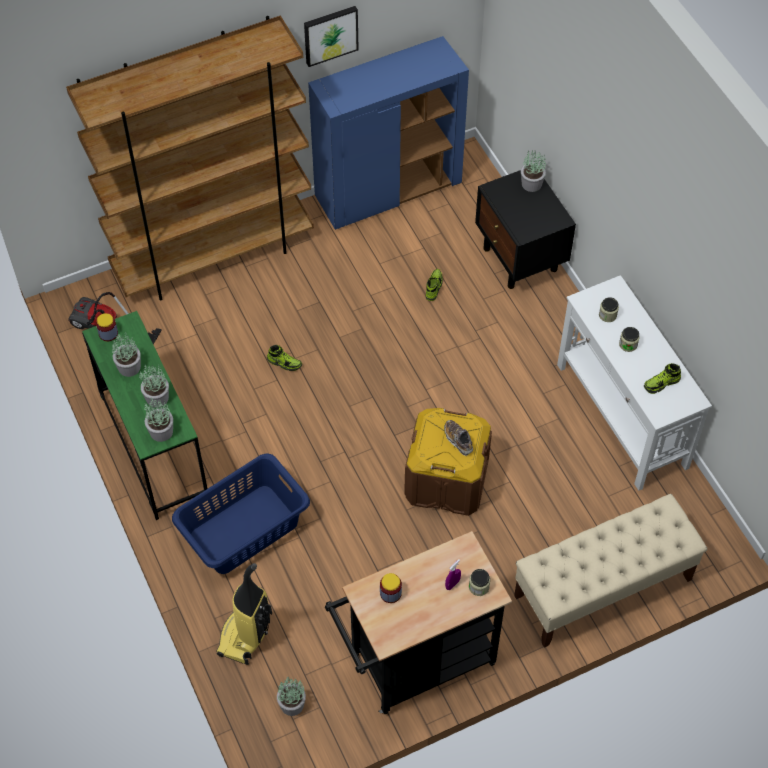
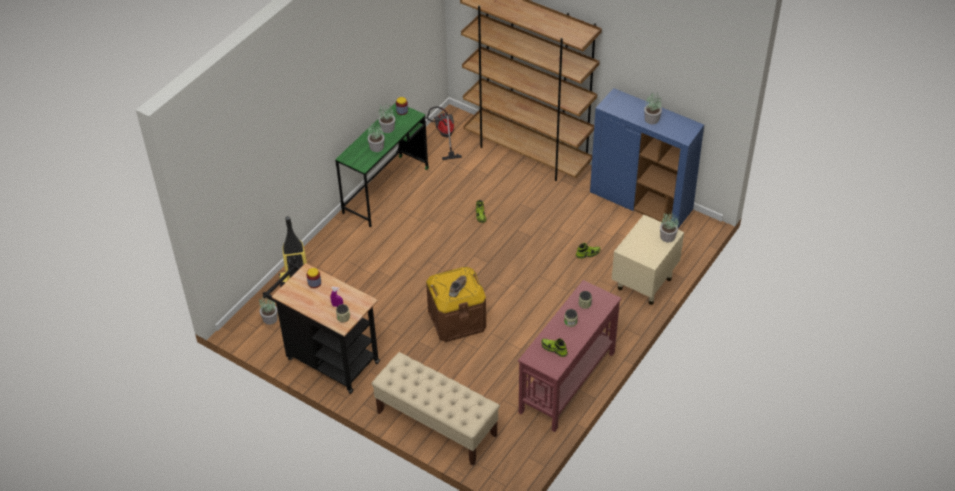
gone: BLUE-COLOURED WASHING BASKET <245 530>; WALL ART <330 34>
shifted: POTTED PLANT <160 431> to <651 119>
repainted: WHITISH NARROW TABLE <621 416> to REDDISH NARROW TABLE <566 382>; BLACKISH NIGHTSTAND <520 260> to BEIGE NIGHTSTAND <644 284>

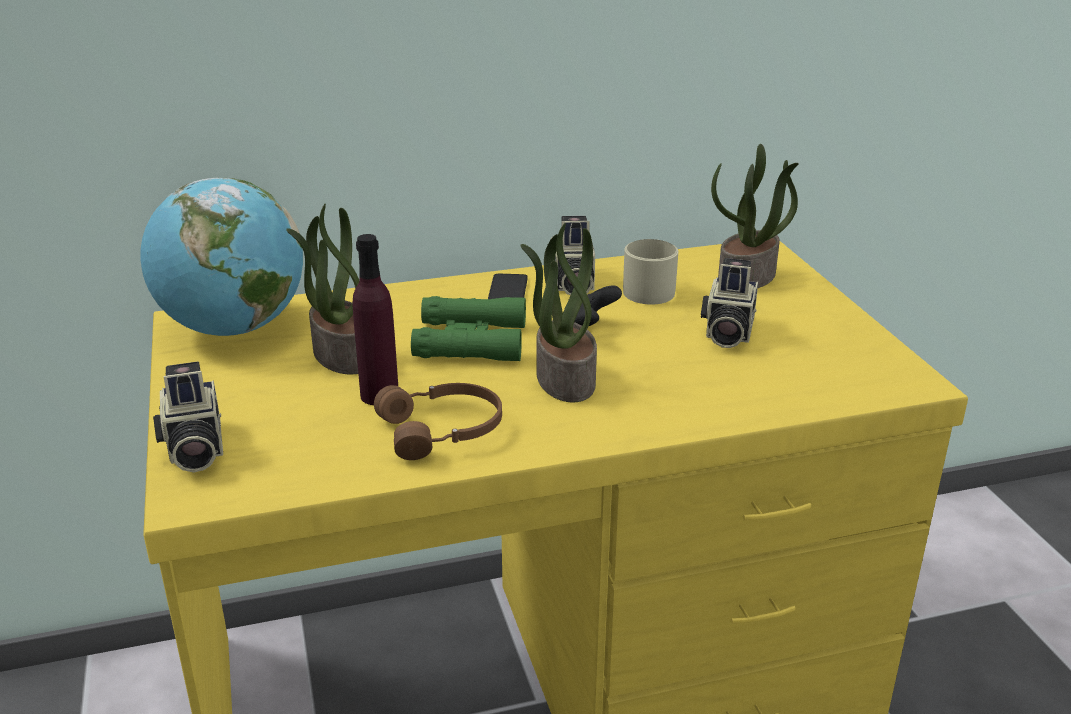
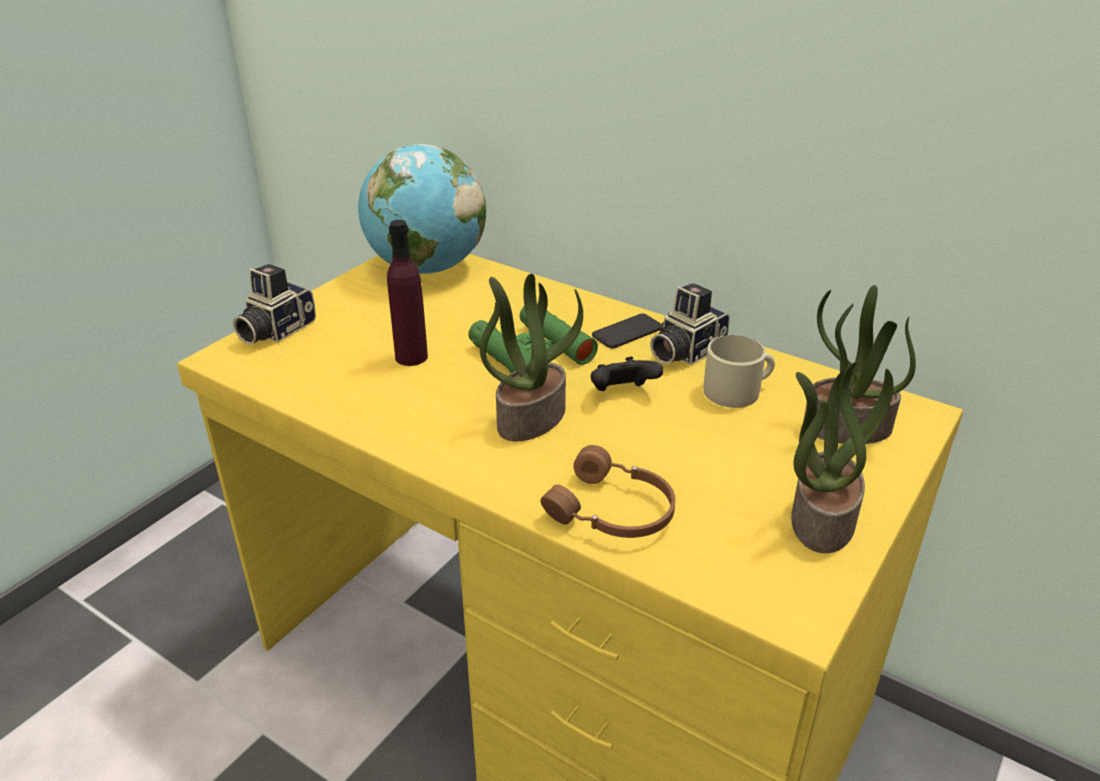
gone: STILL CAMERA <726 332>
shifted: BROWN-COLOURED HEADPHONES <443 431> to <612 512>; POTTED PLANT <341 355> to <821 518>

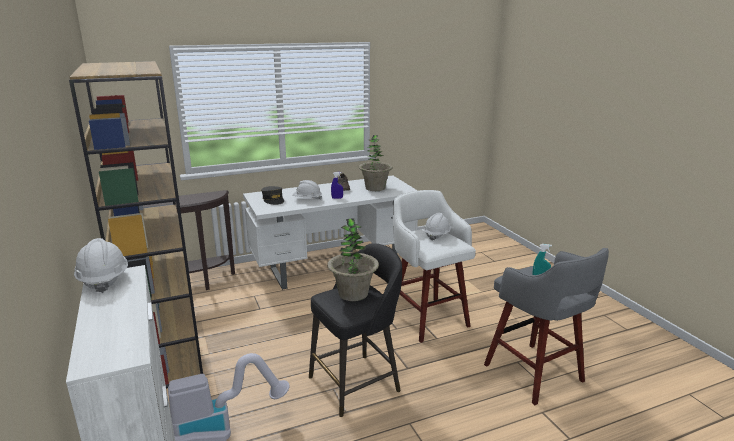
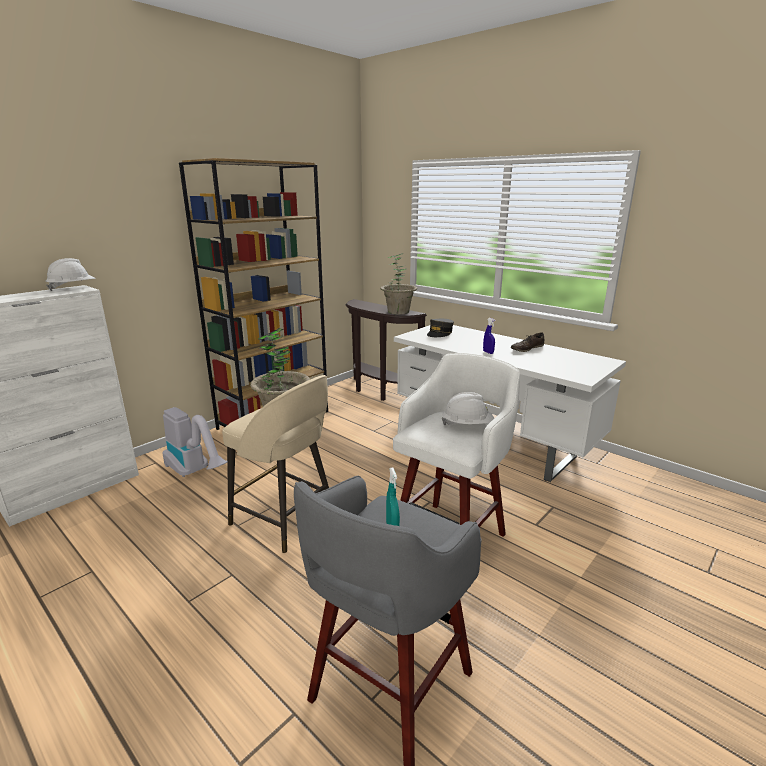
gone: WHITISH HARD HAT <307 199>
shifted: POTTED PLANT <375 188> to <398 311>
repainted: BLACKISH STOOL <356 383> to BEIGE STOOL <285 519>

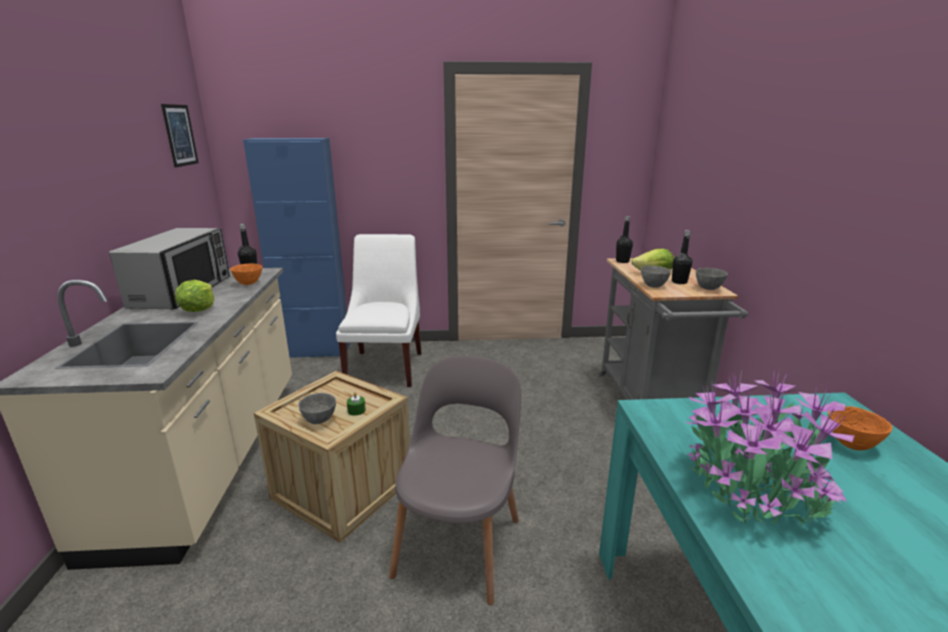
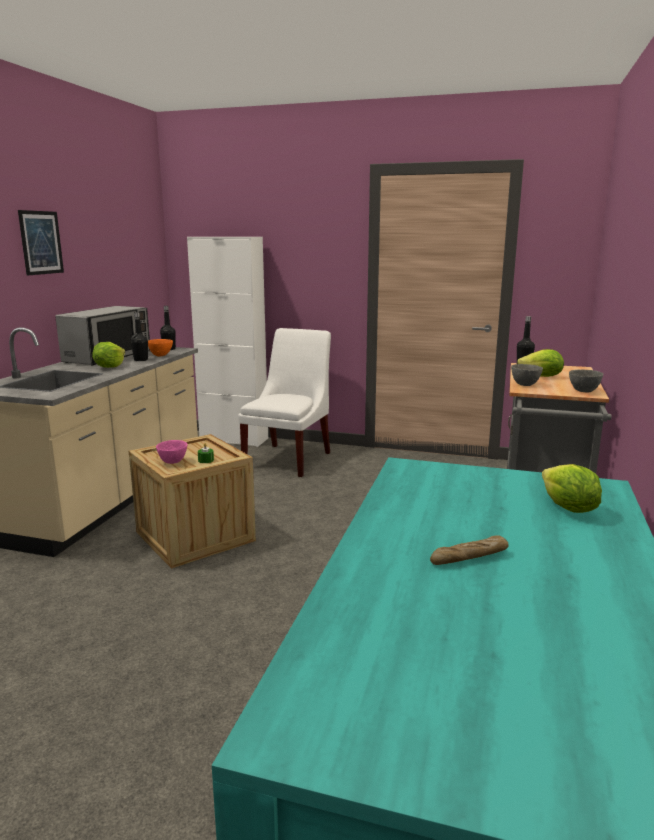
gone: GREY CHAIR <460 541>; POTTED PLANT <753 486>
new: BAKERY BREAD <469 558>
shifted: WALL ART <180 135> to <41 242>; BLACKISH DRINK BOTTLE <679 282> to <141 360>
swapped: ORANGEY DEEP DISH <851 445> to HEAD OF LETTUCE <568 508>
repainted: GREY DEEP DISH <320 420> to PINK-COLOURED DEEP DISH <173 462>; BLUE-COLOURED CABINET <315 351> to WHITISH CABINET <234 439>

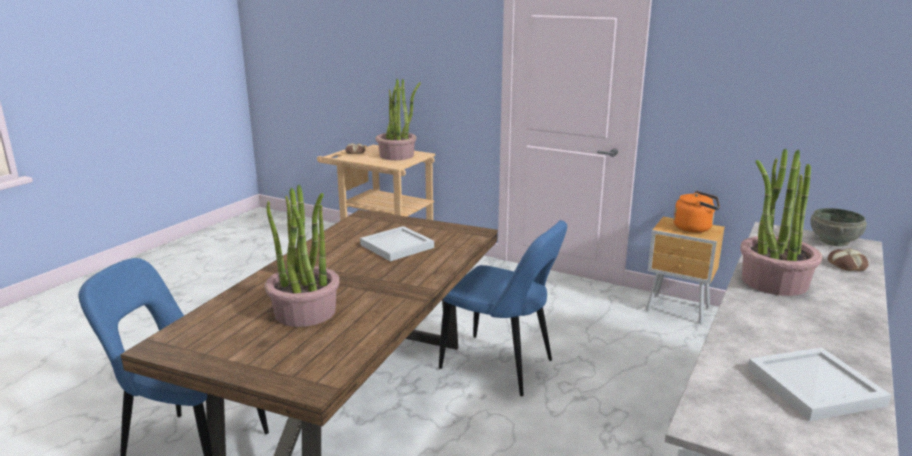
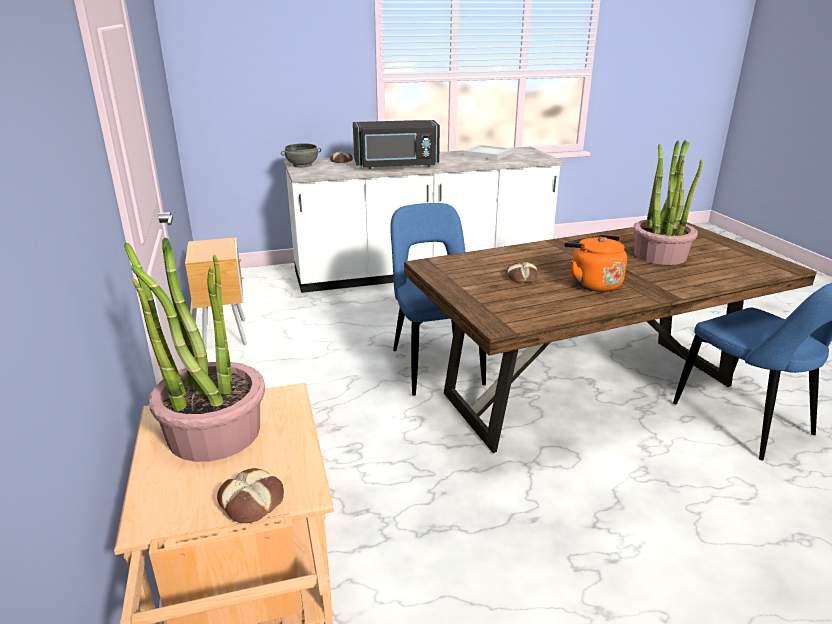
shifted: ORANGEY TEA KETTLE <695 228> to <592 283>
swapped: POTTED PLANT <773 282> to BLACKISH KITCHEN MICROWAVE <396 166>; WHITISH TRAY <397 245> to BAKERY BREAD <521 277>

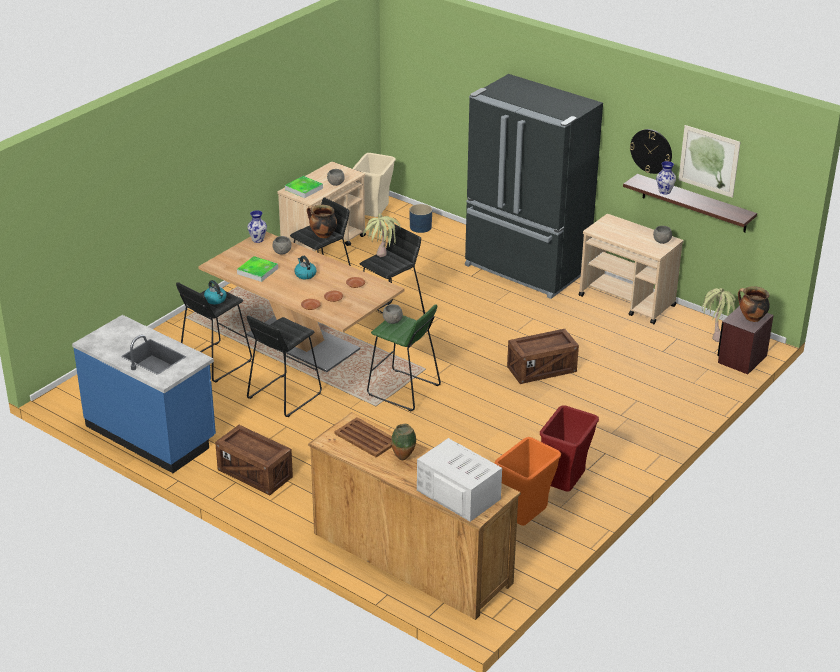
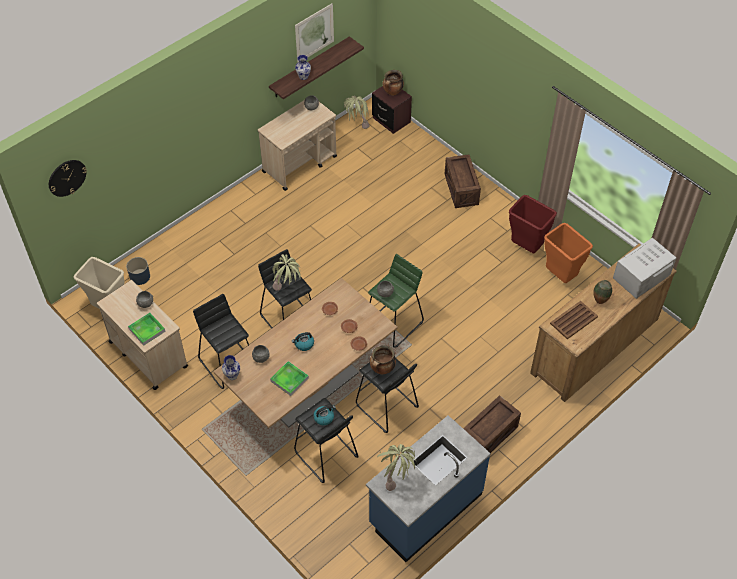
gone: BLACKISH KITCHEN FRIDGE <525 269>
new: POTTED PLANT <397 478>
shifted: CLOCK ON THE WALL <651 151> to <67 177>; COOKING POT <322 235> to <382 369>; CRATE <541 370> to <461 189>

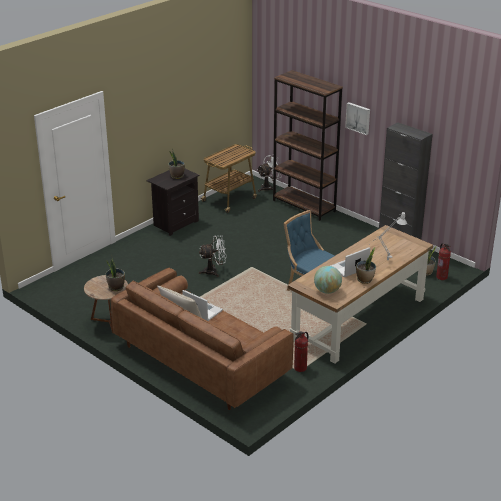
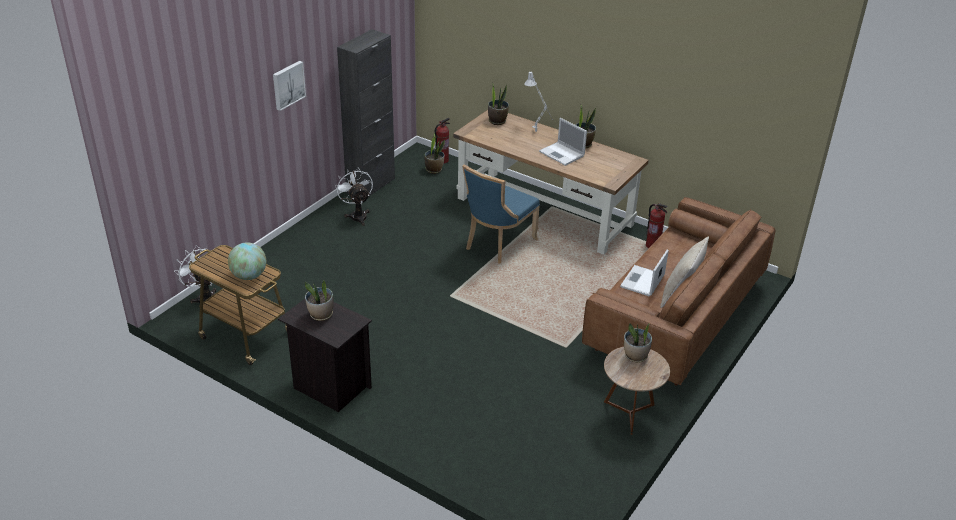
gone: BROWN-COLOURED BOOKCASE <304 206>
new: POTTED PLANT <497 121>
shifted: WORLD GLOBE <327 291> to <249 276>; WHITISH COOLING FAN <214 271> to <357 215>

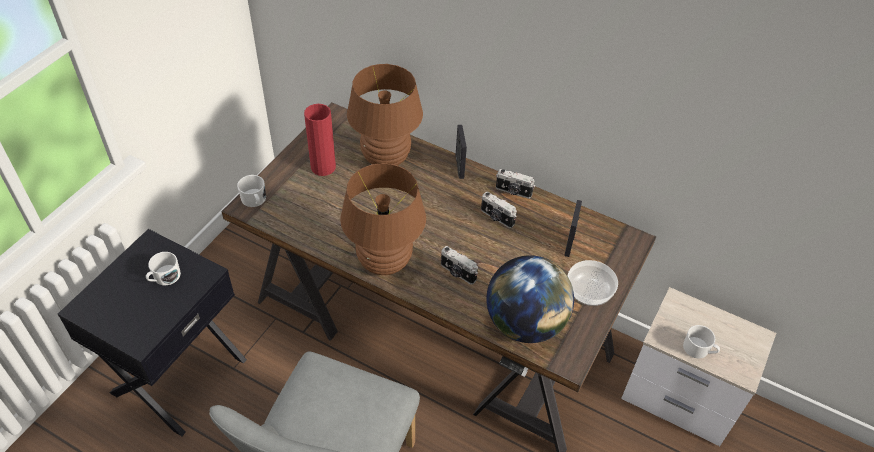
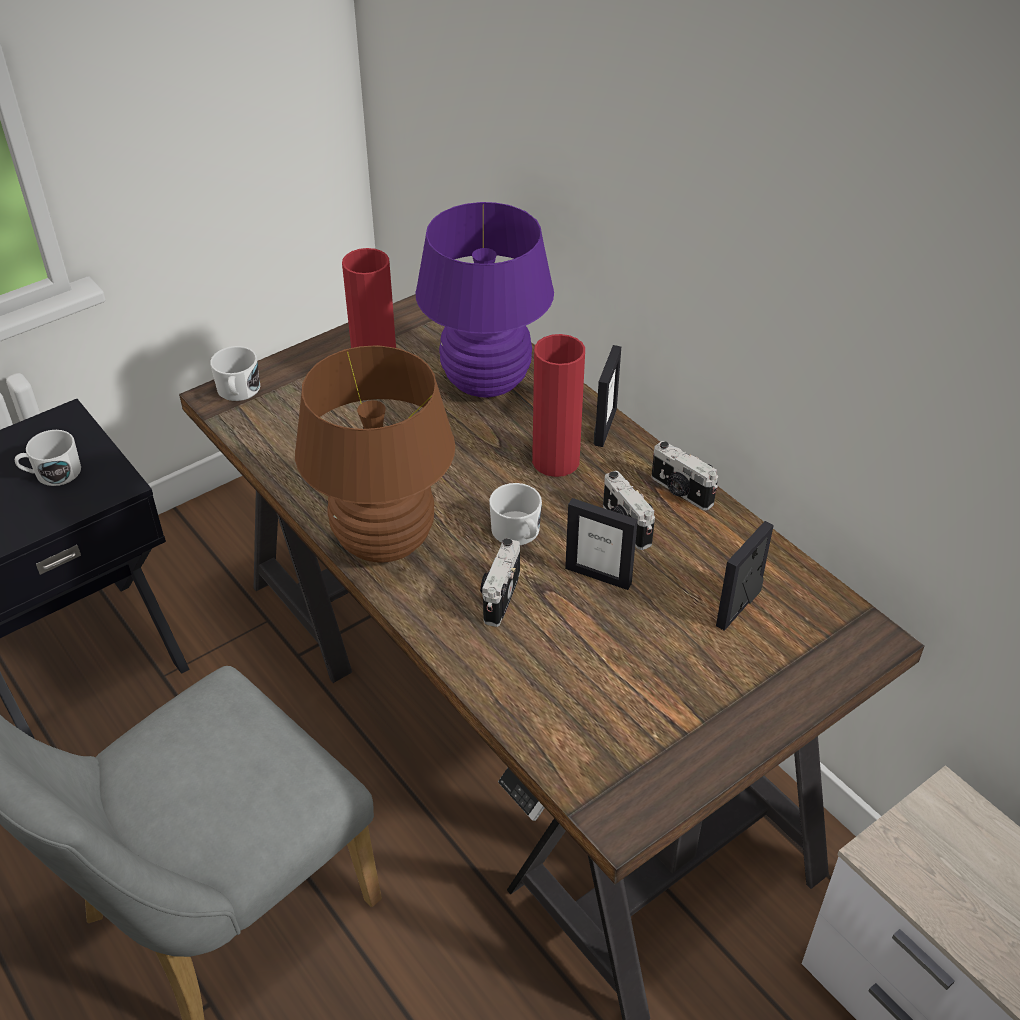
gone: WORLD GLOBE <525 323>; DEEP DISH <589 291>
new: REDDISH FLOWER VASE <555 461>; PHOTO FRAME <598 575>
shifted: WHITISH MUG <699 349> to <518 533>
repainted: BROWN-COLOURED TABLE LAMP <386 158> to PURPLE TABLE LAMP <486 382>
rotated: STILL CAMERA <457 273> = <499 596> 45 degrees clockwise

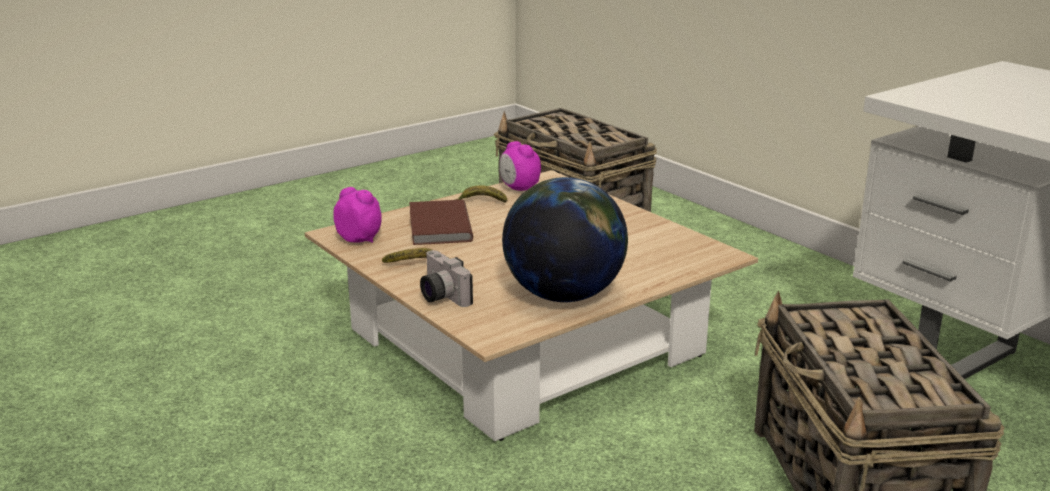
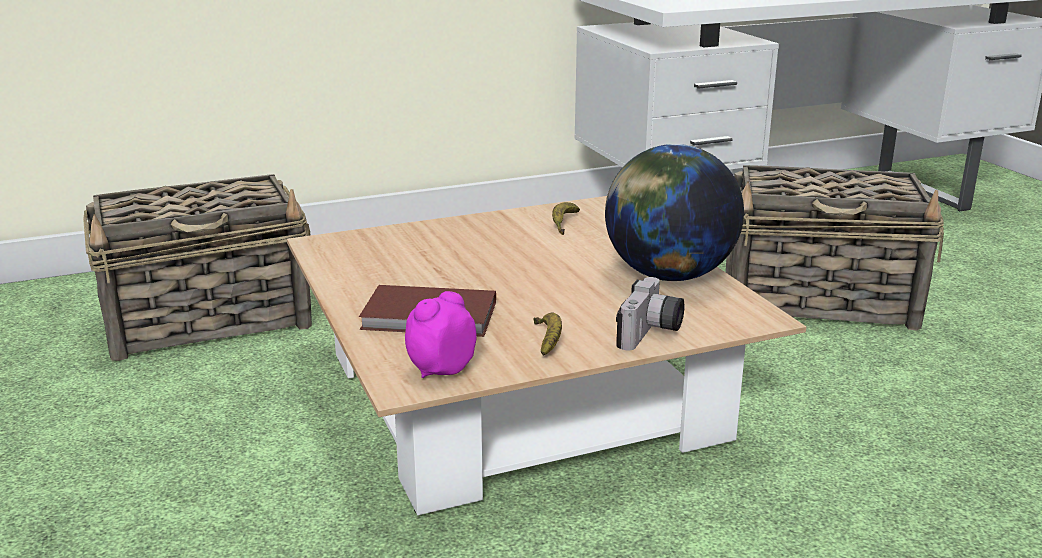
gone: BEDSIDE CLOCK <519 189>
shifted: BANANA <480 202> to <563 224>
rotated: STILL CAMERA <439 296> = <651 334> 45 degrees counterclockwise

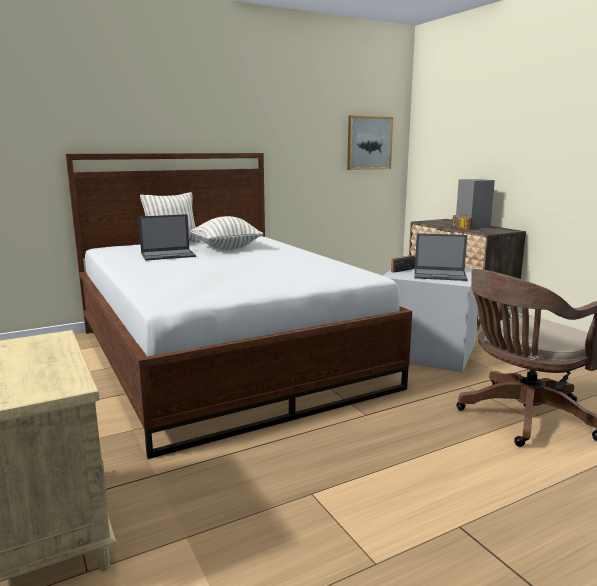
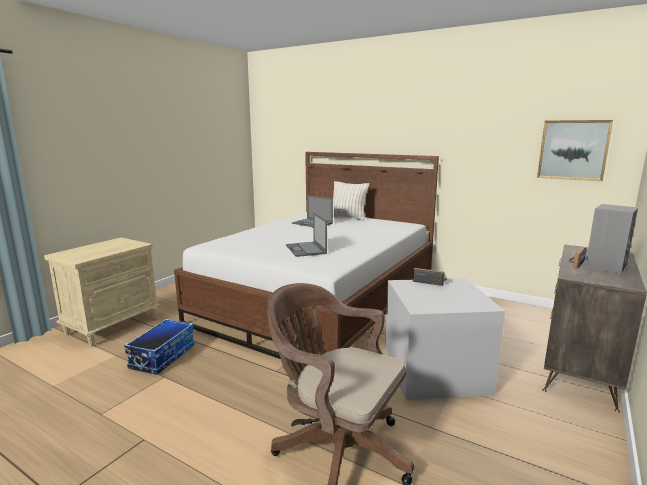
gone: CUSHION <226 248>
new: STORAGE CONTAINER <162 357>
shifted: NOTEBOOK COMPUTER <440 275> to <306 249>

